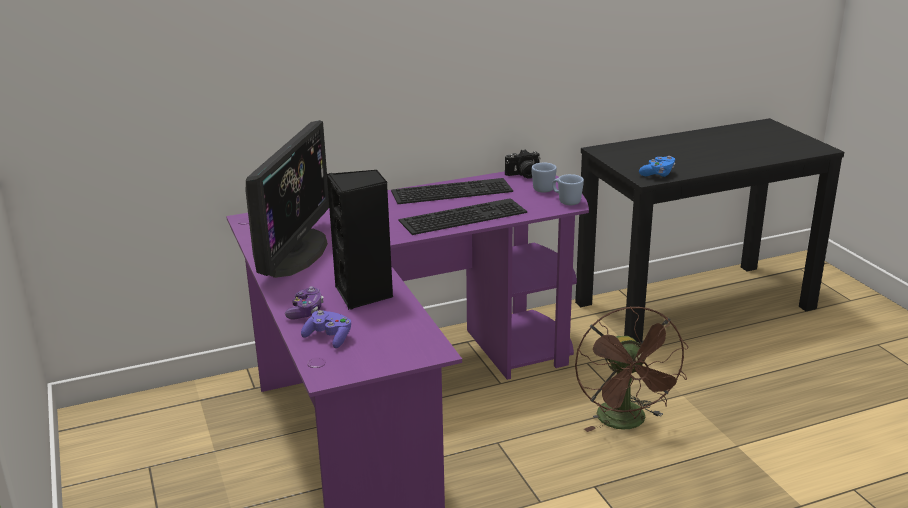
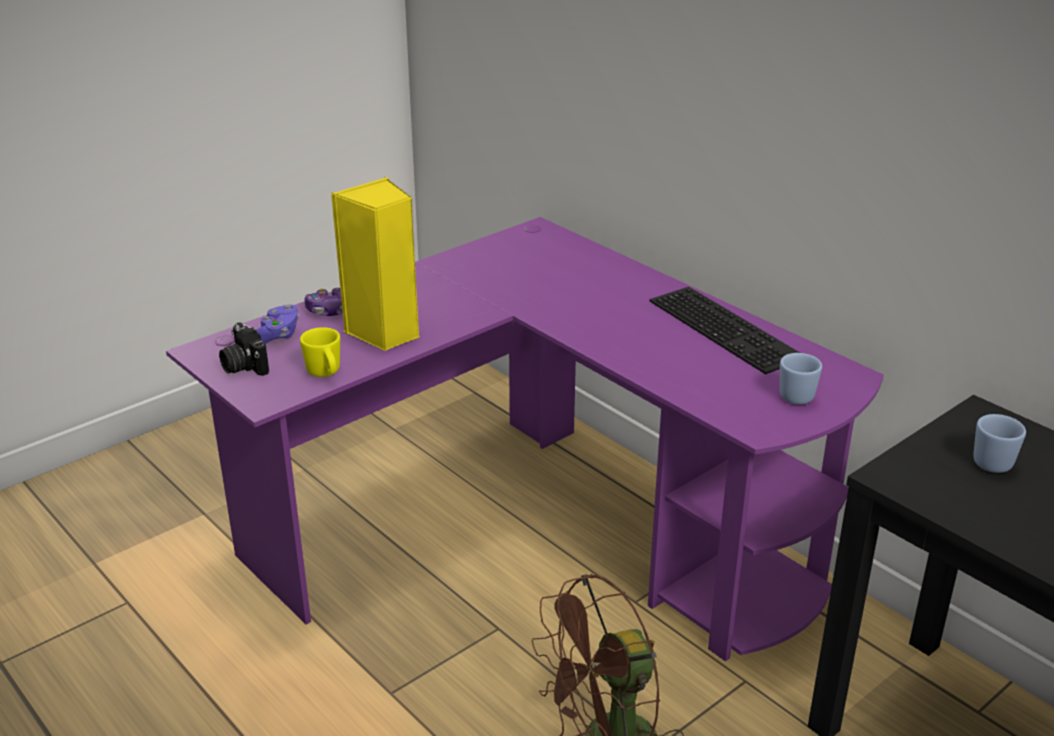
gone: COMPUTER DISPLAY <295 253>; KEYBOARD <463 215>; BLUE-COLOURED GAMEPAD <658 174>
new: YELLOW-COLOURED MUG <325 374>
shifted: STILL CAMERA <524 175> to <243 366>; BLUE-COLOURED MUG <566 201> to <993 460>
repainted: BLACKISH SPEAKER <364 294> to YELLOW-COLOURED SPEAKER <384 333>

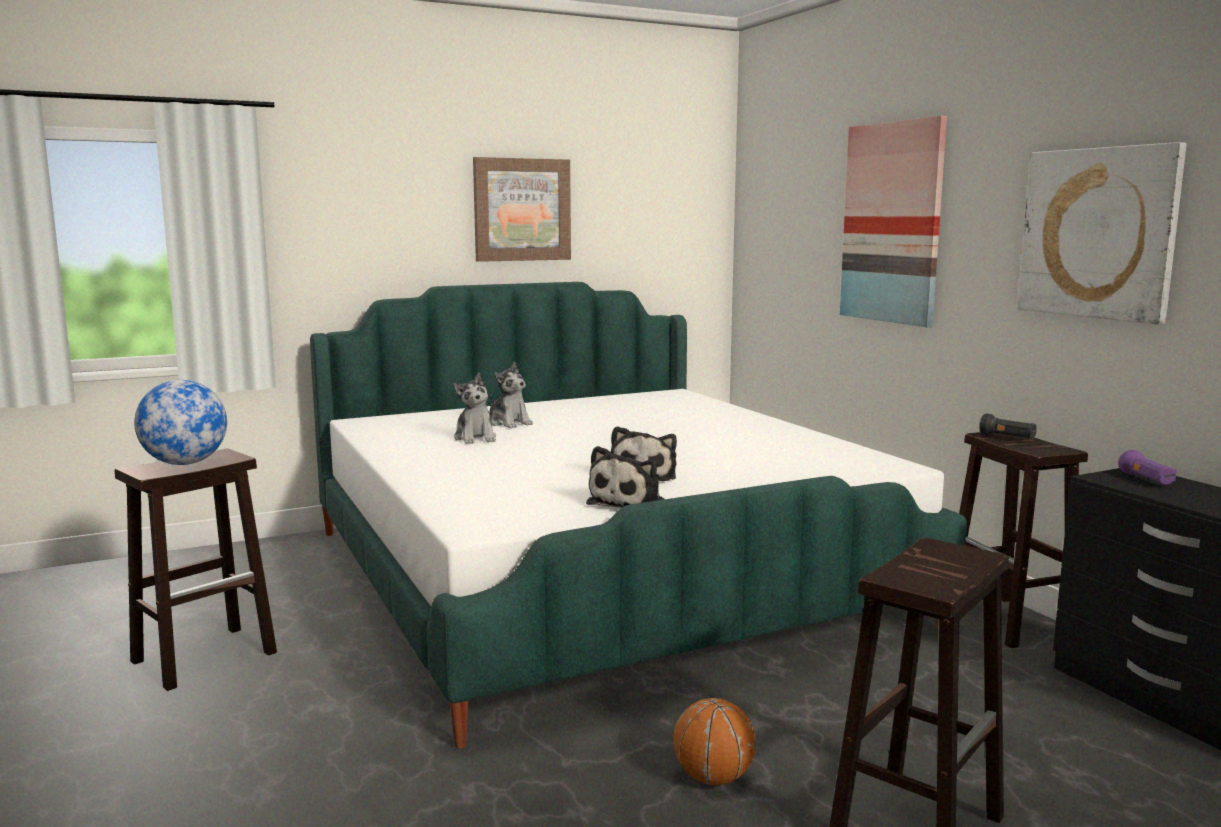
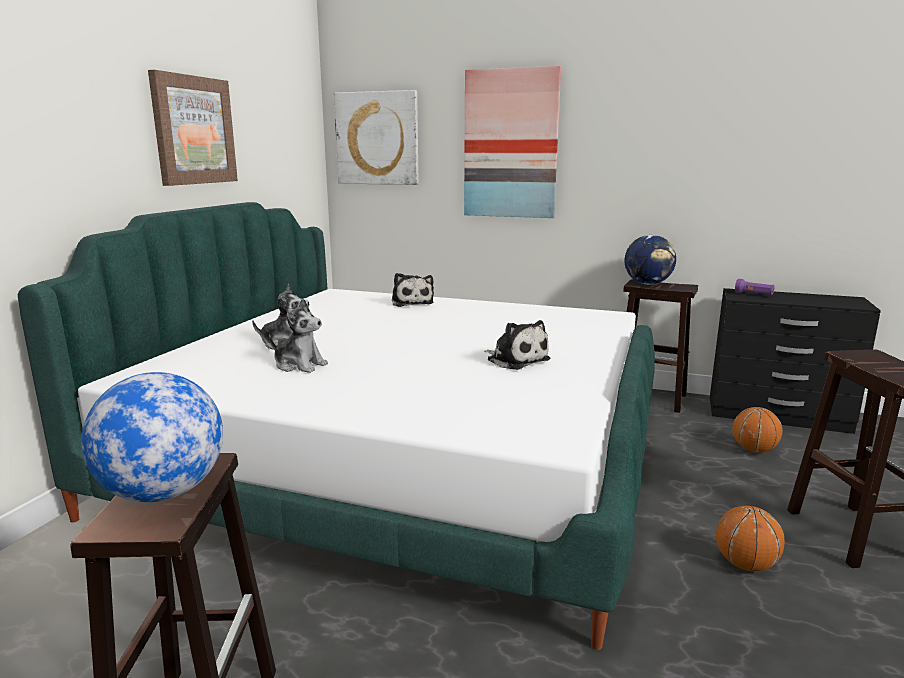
new: BASKETBALL BALL <754 450>
shifted: WALL ART <1098 233> to <377 138>; CUDDLY TOY <629 502> to <412 302>
swapped: BLACKISH TORCH <1007 437> to WORLD GLOBE <648 284>

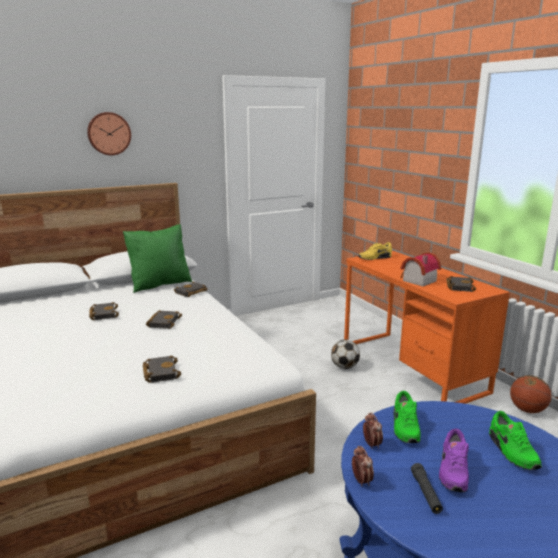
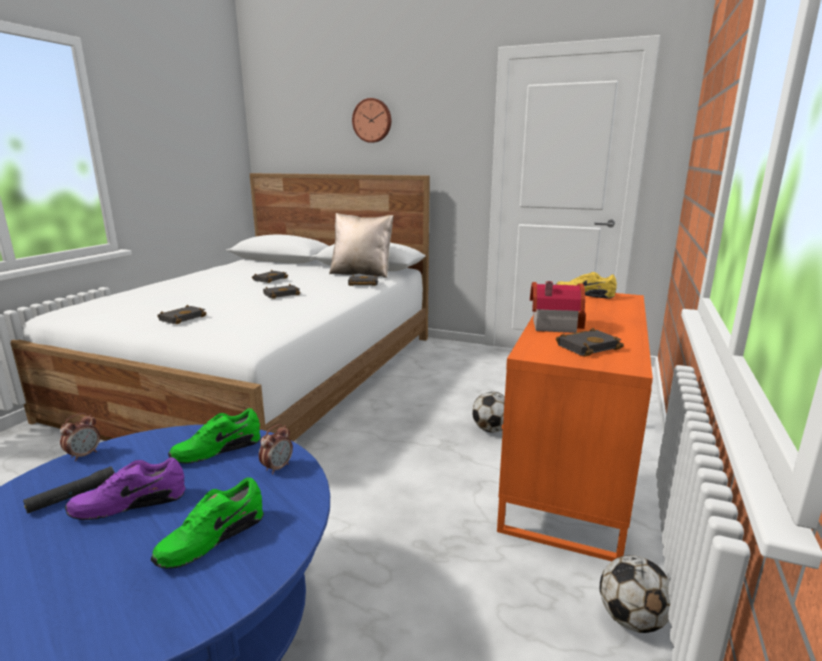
shifted: BEDSIDE CLOCK <371 444> to <277 468>
swapped: BASKETBALL BALL <527 410> to FOOTBALL BALL <631 619>
repainted: GREEN-COLOURED CUSHION <159 284> to BEIGE CUSHION <362 274>

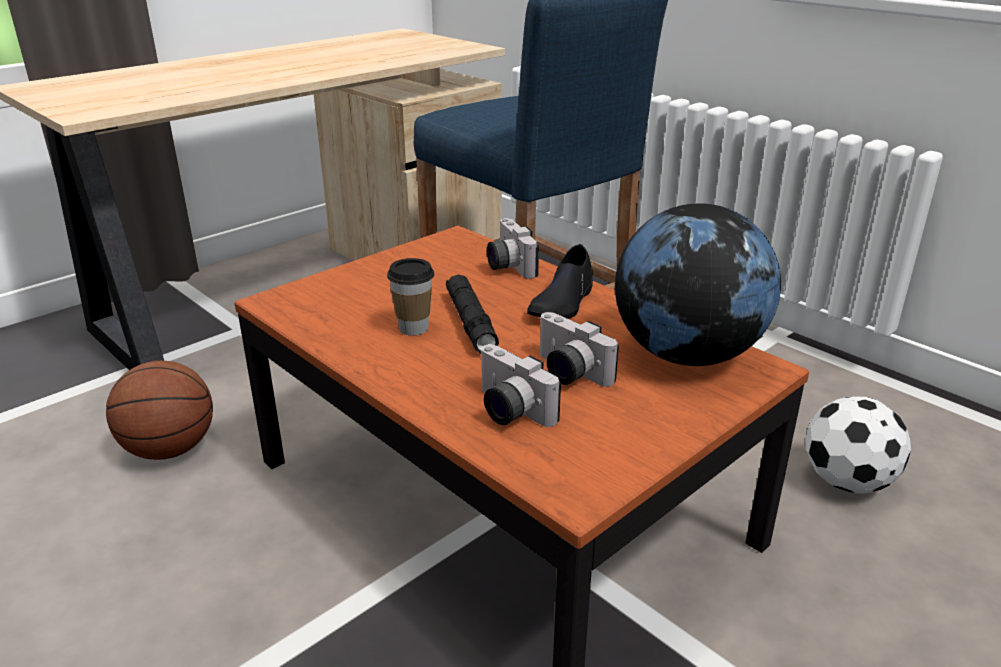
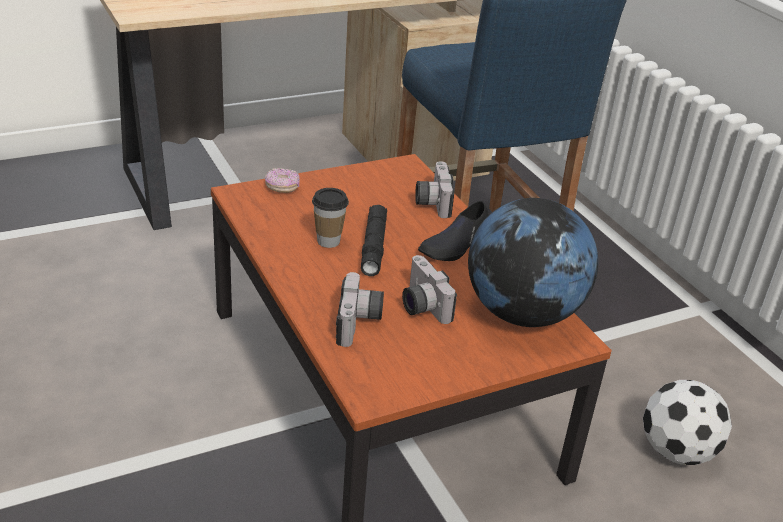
gone: BASKETBALL BALL <169 449>
new: RING DOUGHNUT <282 187>
rotated: STILL CAMERA <508 411> = <359 324> 150 degrees counterclockwise

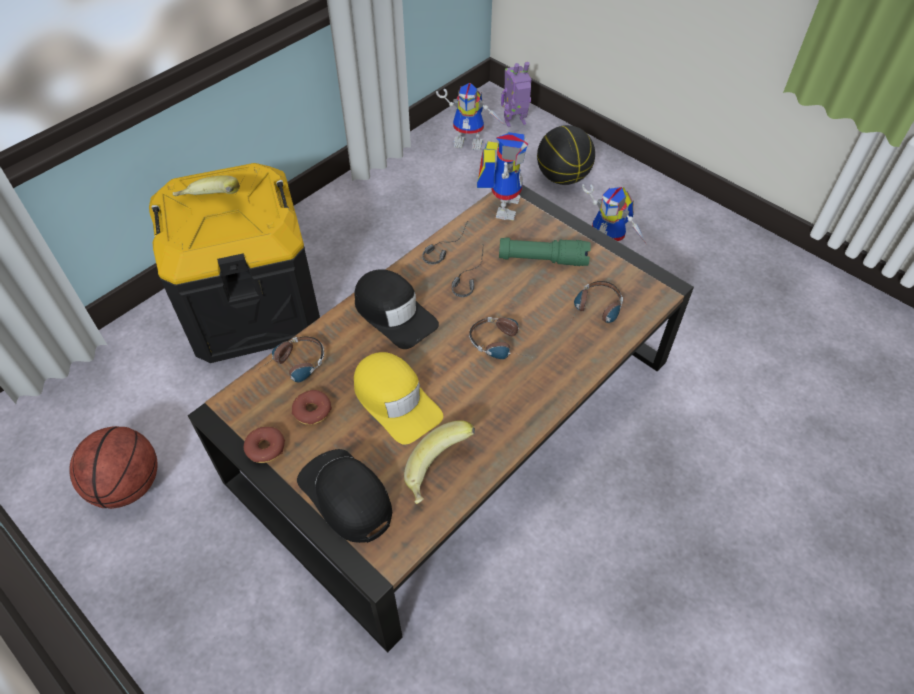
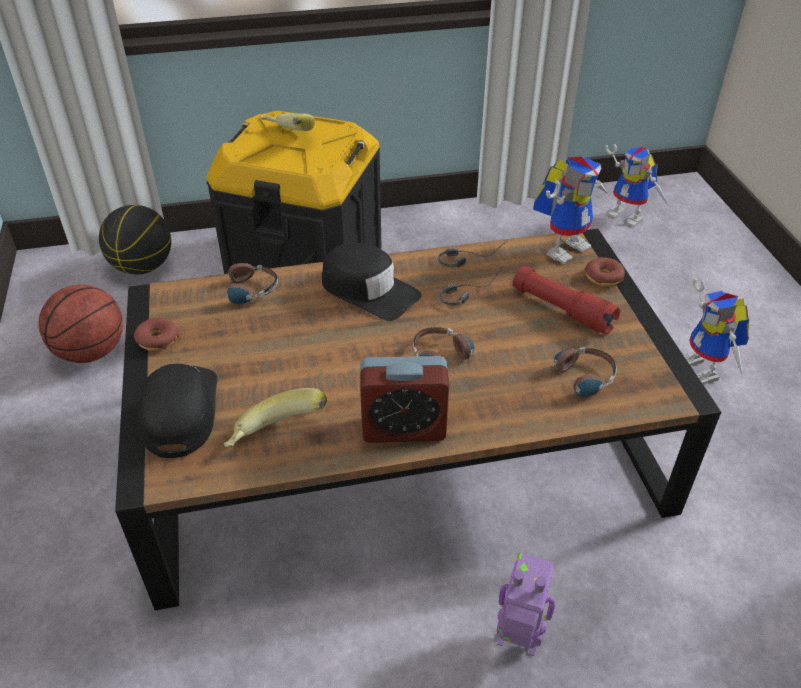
gone: YELLOW-COLOURED BASEBALL CAP <396 401>
new: BEDSIDE CLOCK <403 428>
shifted: BASKETBALL BALL <563 177> to <143 267>; MODEL ROBOT <515 123> to <517 642>; RING DOUGHNUT <312 411> to <603 277>
repainted: GREEN-COLOURED TORCH <542 259> to REDDISH TORCH <562 310>
rotated: BLACKISH BASEBALL CAP <394 313> = <369 290> 45 degrees counterclockwise

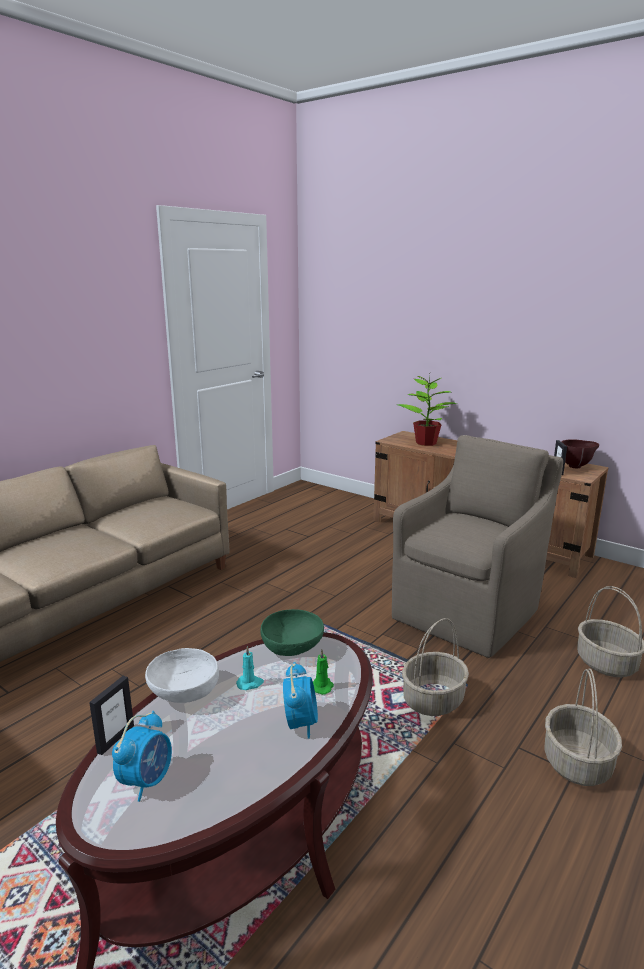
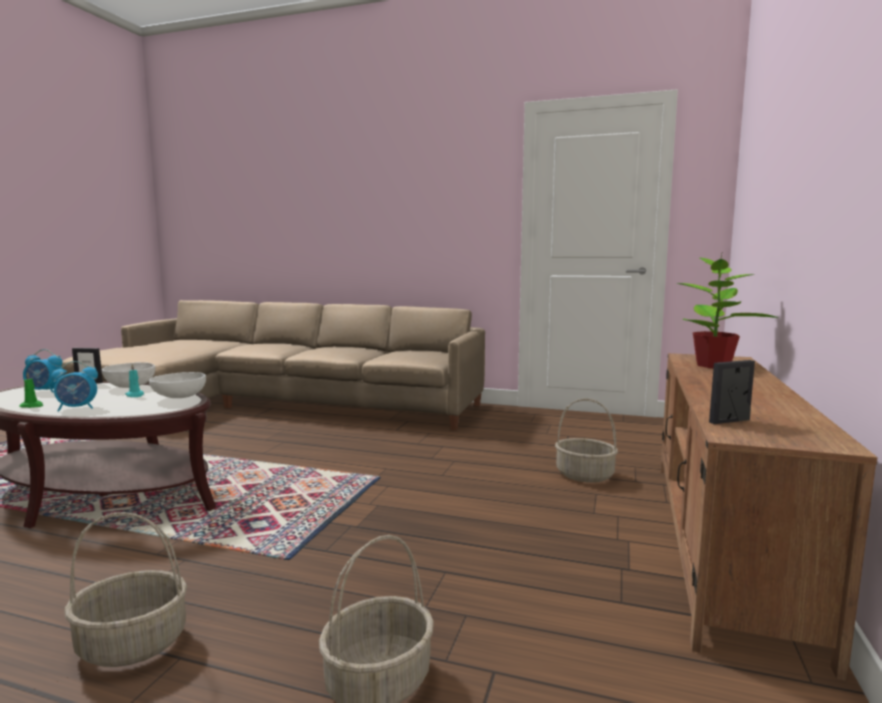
gone: BROWN-COLOURED ARMCHAIR <468 612>; BROWN-COLOURED DEEP DISH <576 466>
shifted: GREEN-COLOURED WAX CANDLE <322 686> to <32 406>; HOUSEHOLD BASKET <433 701> to <584 475>
repainted: GREEN-COLOURED DEEP DISH <293 649> to WHITISH DEEP DISH <179 398>

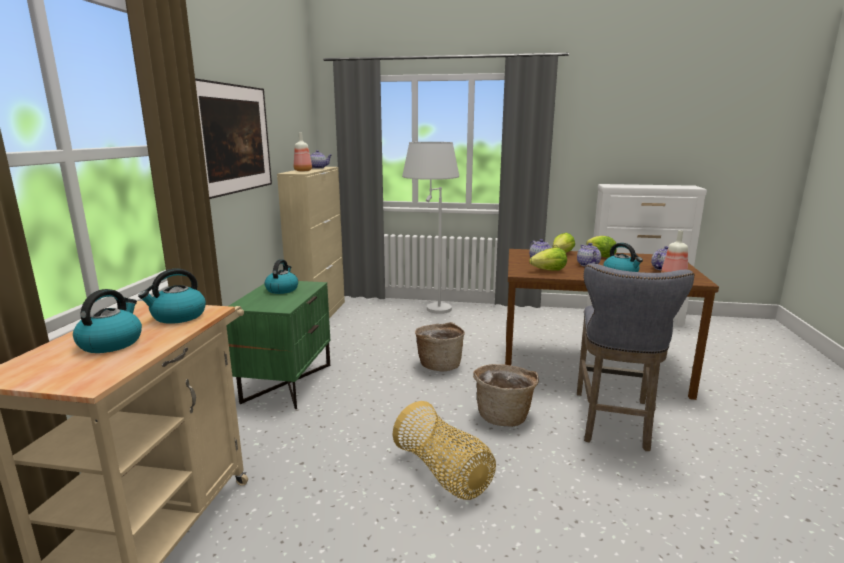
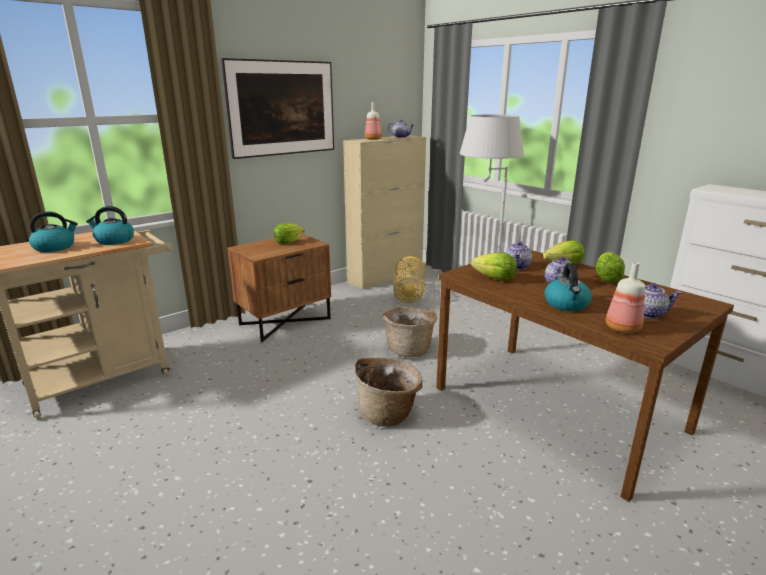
gone: GREY STOOL <613 423>
shifted: HOUSEHOLD BASKET <444 473> to <409 294>
swapped: TEA KETTLE <282 289> to HEAD OF LETTUCE <288 242>
repainted: GREEN-COLOURED NIGHTSTAND <287 382> to BROWN-COLOURED NIGHTSTAND <285 321>

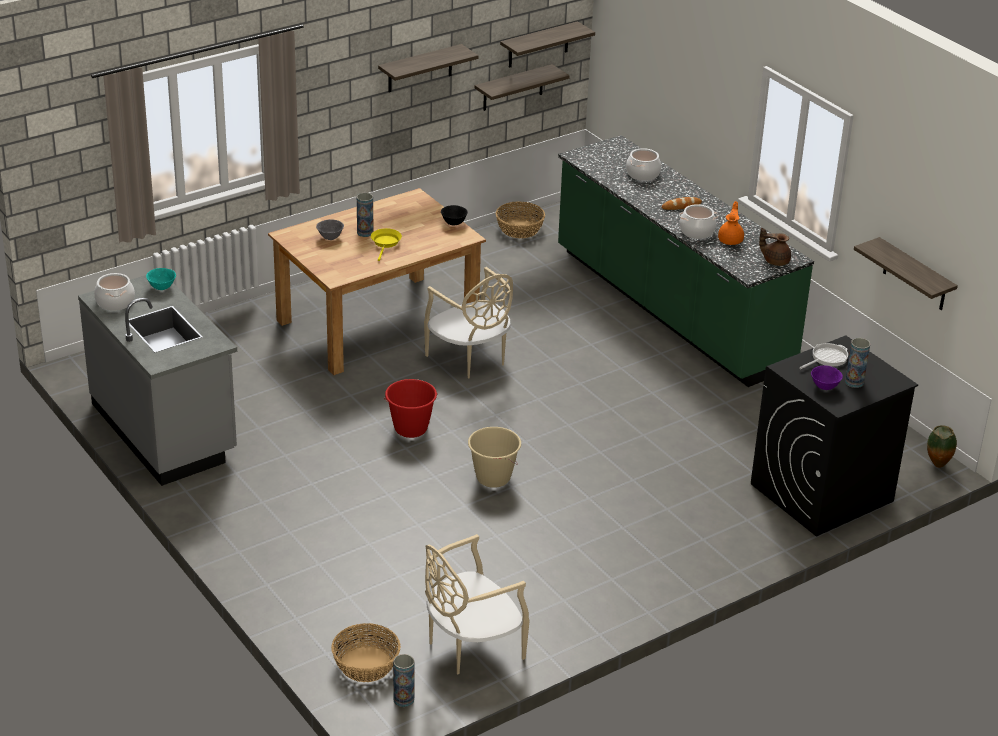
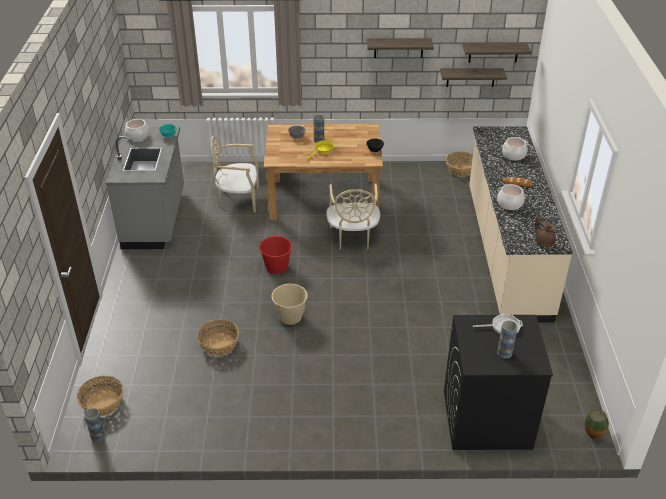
gone: ORANGEY TEA POT <731 240>; PURPLE DEEP DISH <824 387>; WALL SHELF <915 275>
new: HOUSEHOLD BASKET <219 344>
shifted: BEIGE CHAIR <471 646> to <238 199>
repainted: GREEN-COLOURED KITCHEN BASE UNIT <670 309> to BEIGE KITCHEN BASE UNIT <506 251>

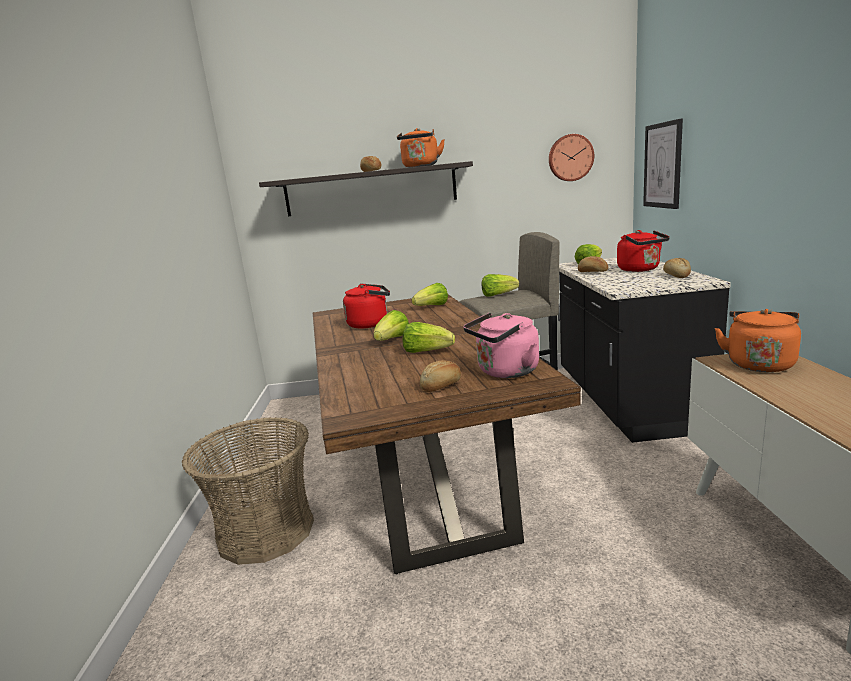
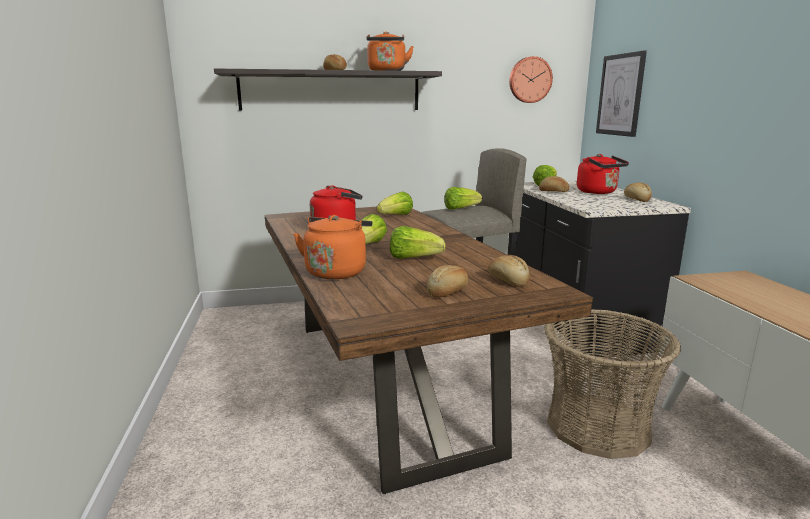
shifted: ORANGEY TEA KETTLE <759 363> to <336 271>; HOUSEHOLD BASKET <265 531> to <597 426>
swapped: PINK-COLOURED TEA KETTLE <505 372> to BAKERY BREAD <508 281>

